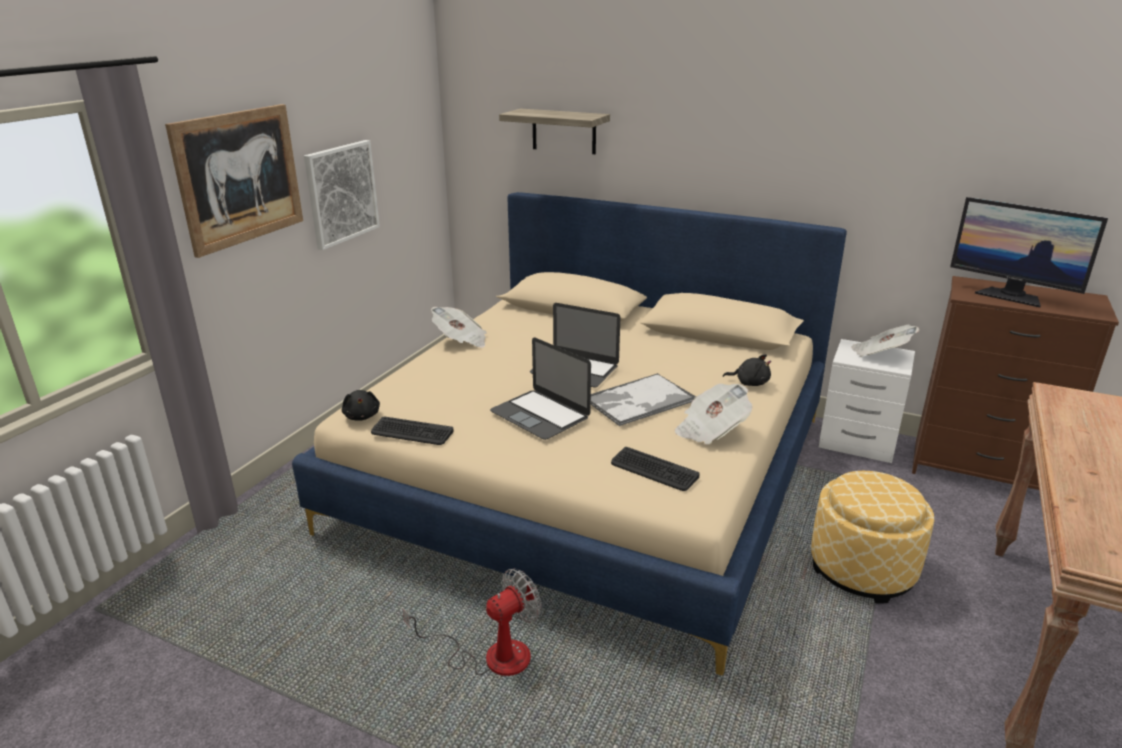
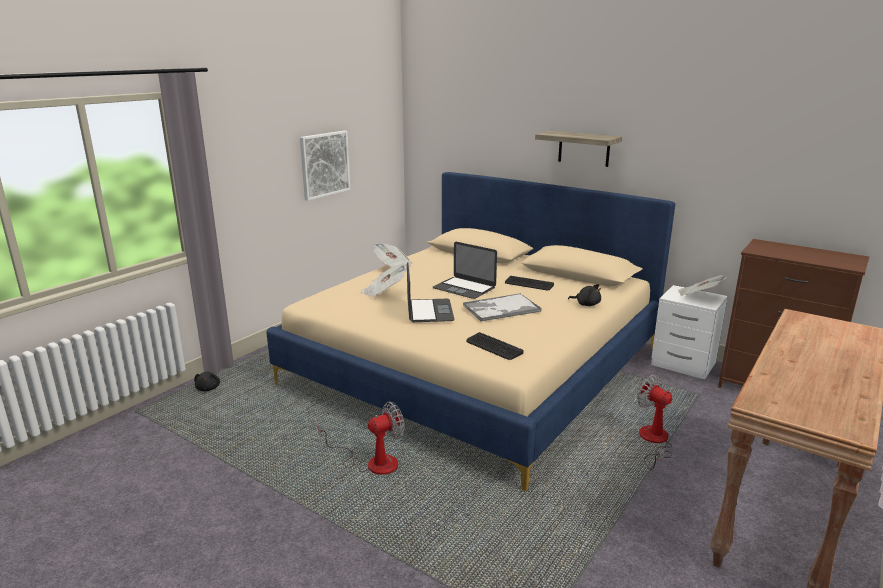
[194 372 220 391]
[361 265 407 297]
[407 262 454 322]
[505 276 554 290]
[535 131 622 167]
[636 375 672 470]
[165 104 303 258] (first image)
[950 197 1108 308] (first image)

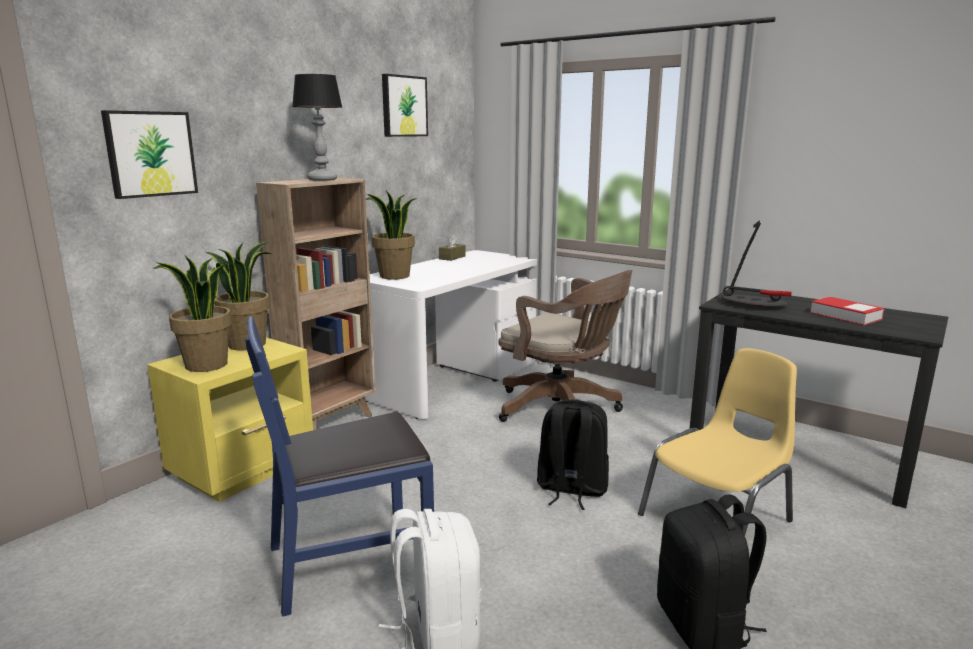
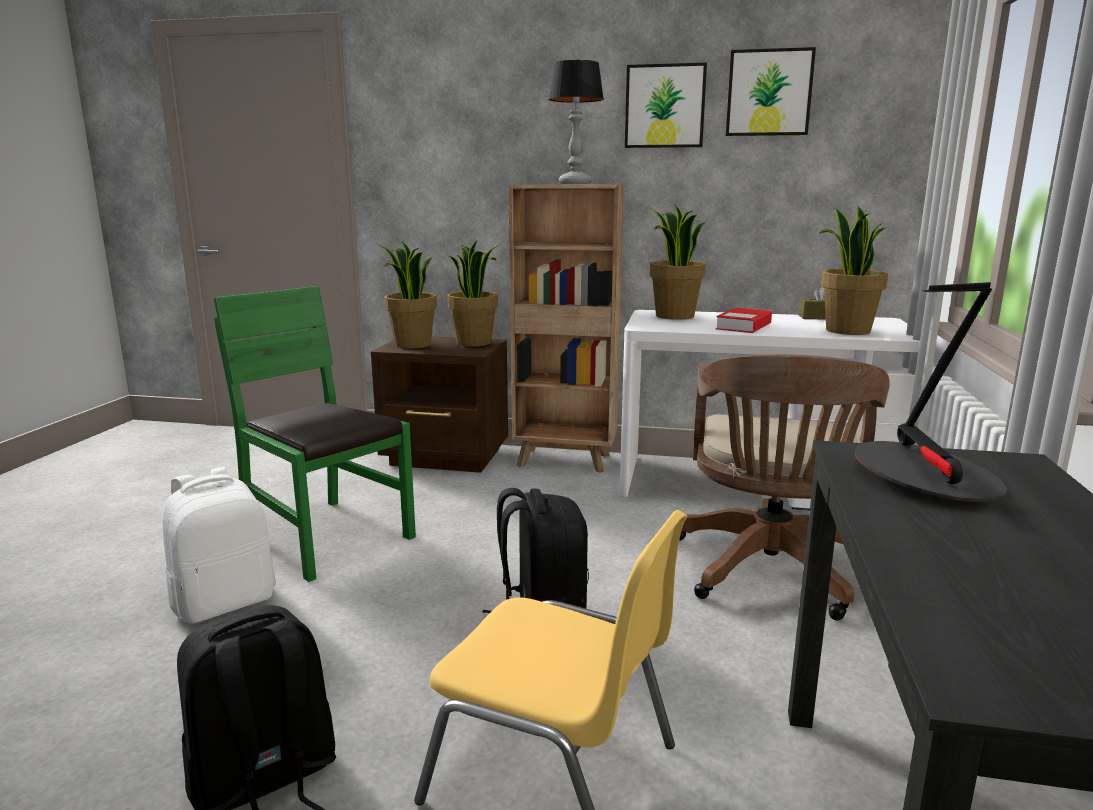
[214 286 416 582]
[371 336 508 473]
[625 63 707 148]
[716 308 772 333]
[819 206 888 335]

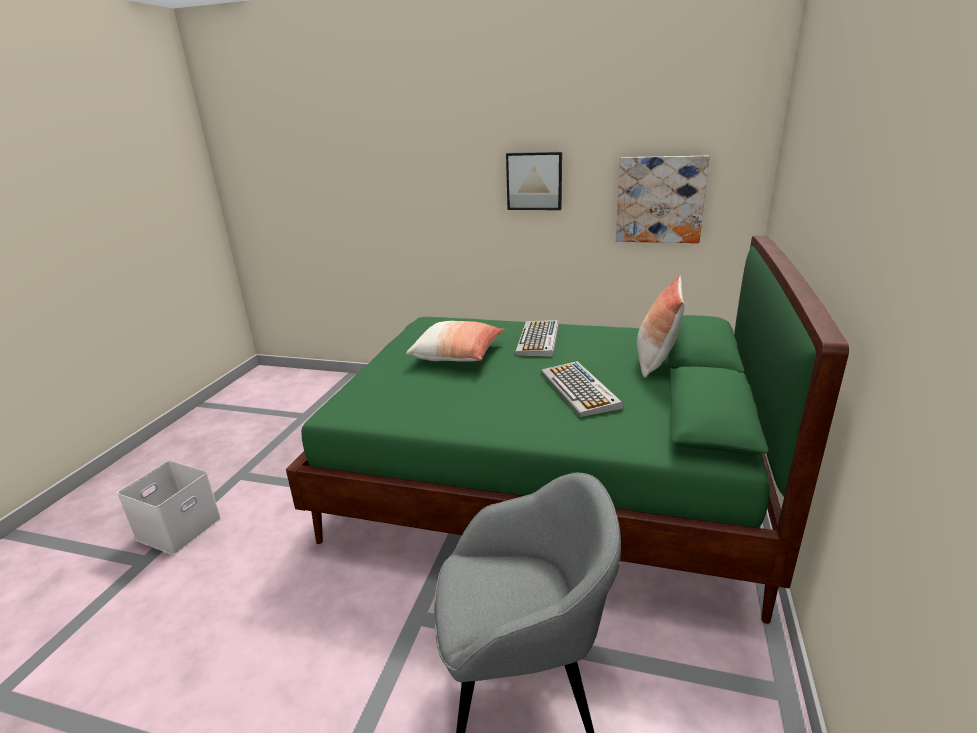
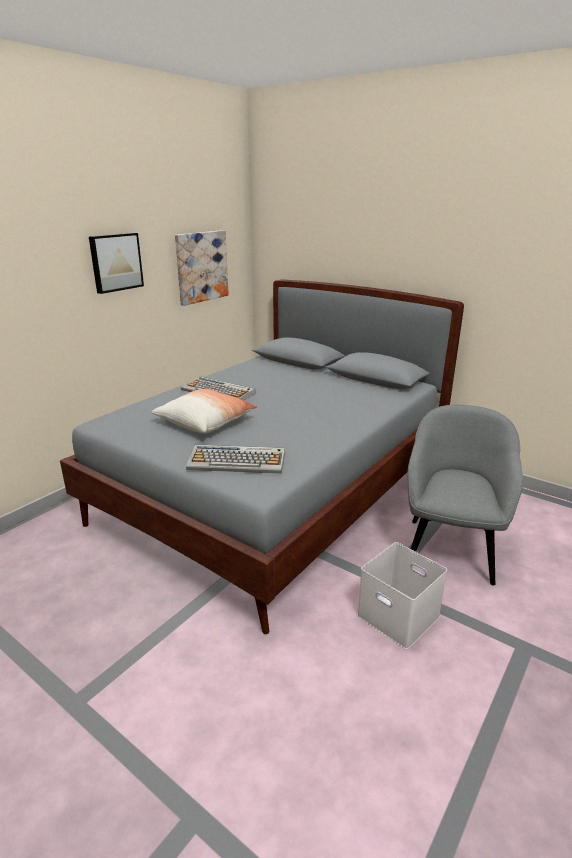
[60 279 464 634]
[186 445 285 474]
[357 542 447 649]
[637 275 685 378] (first image)

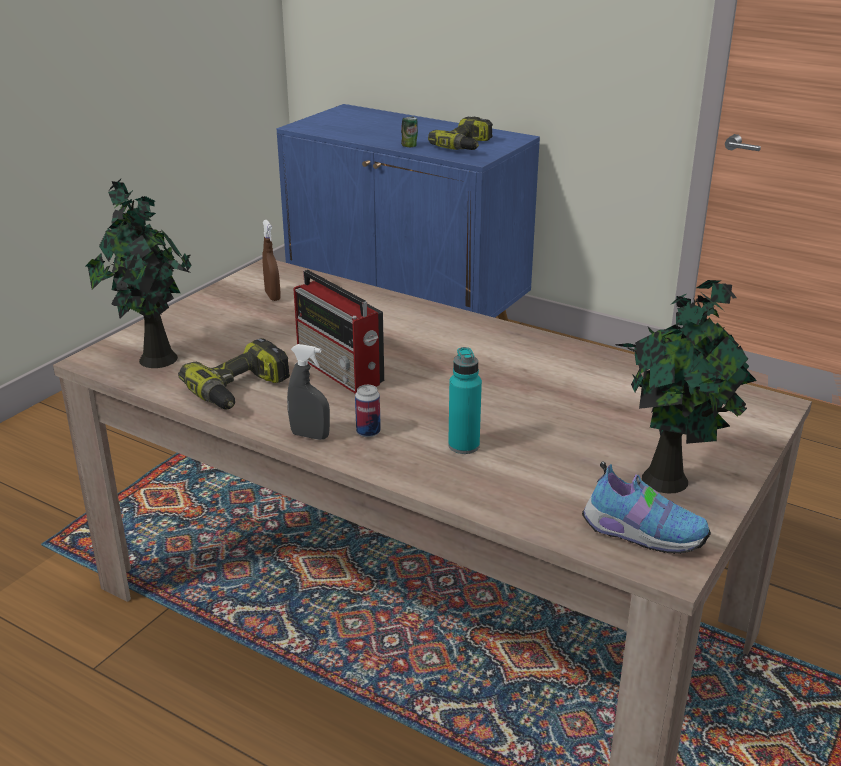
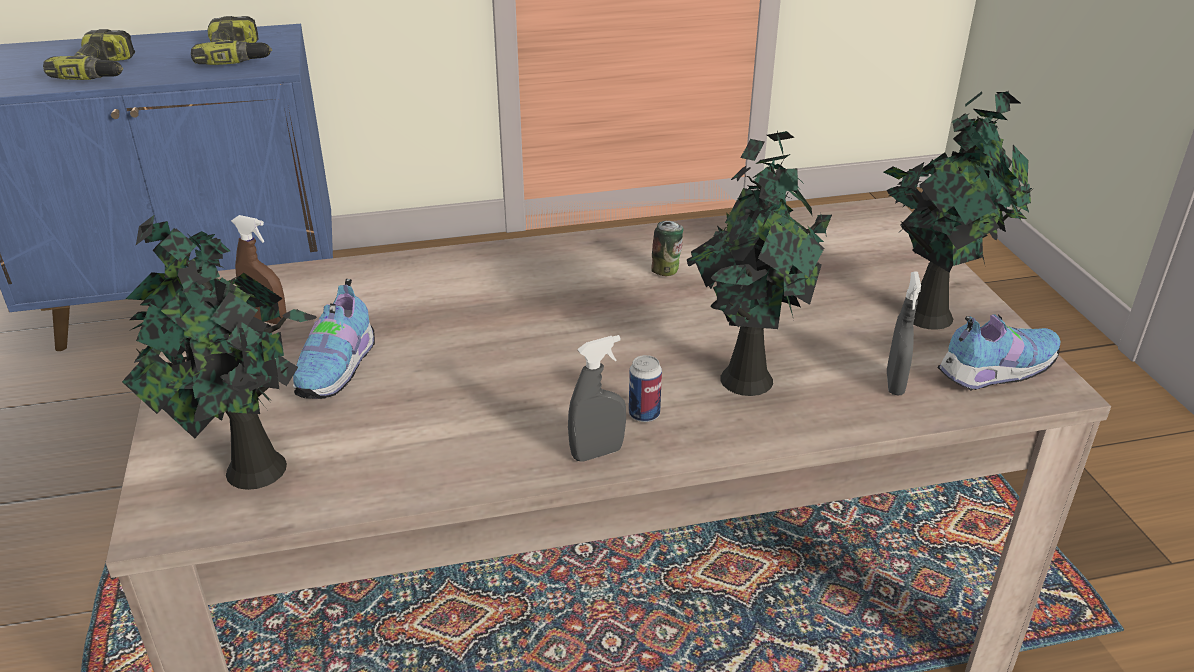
[43 29 135 80]
[293 279 375 399]
[651 221 683 276]
[687 131 832 396]
[887 272 921 395]
[294 270 384 394] (first image)

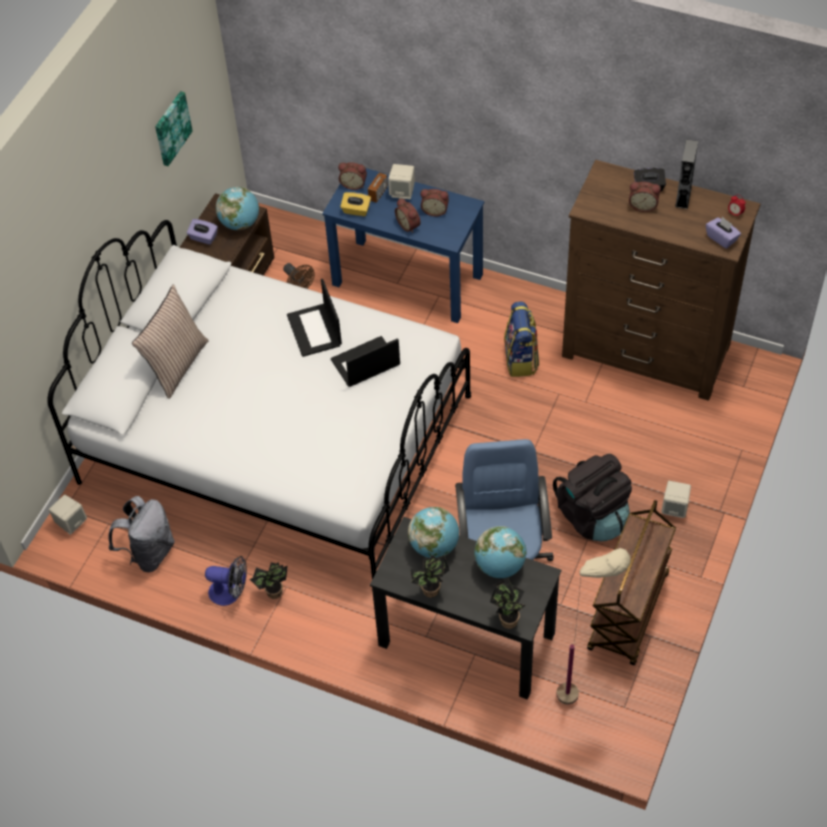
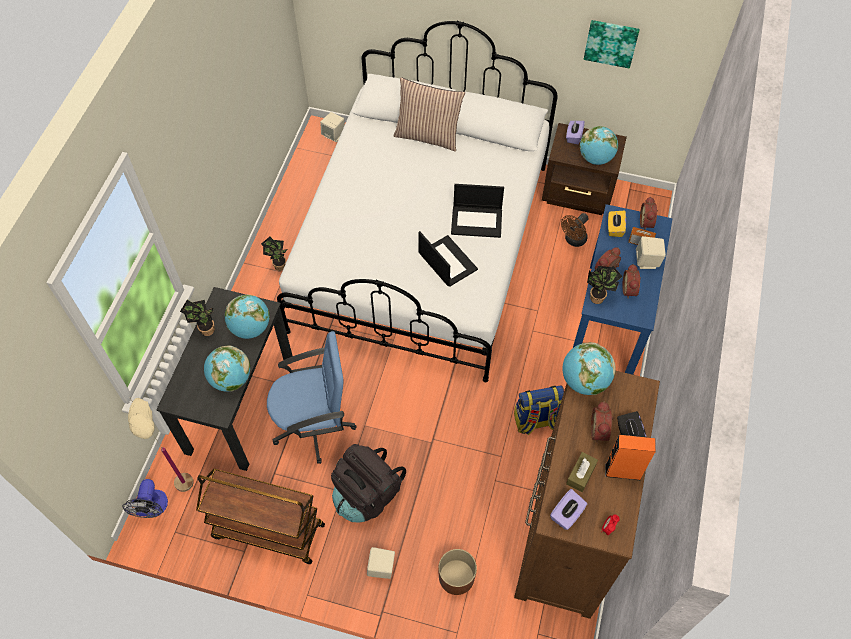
[122 479 168 518]
[438 549 477 595]
[451 184 504 238]
[562 342 616 395]
[566 452 598 492]
[587 266 623 304]
[605 435 656 480]
[108 496 175 572] (first image)

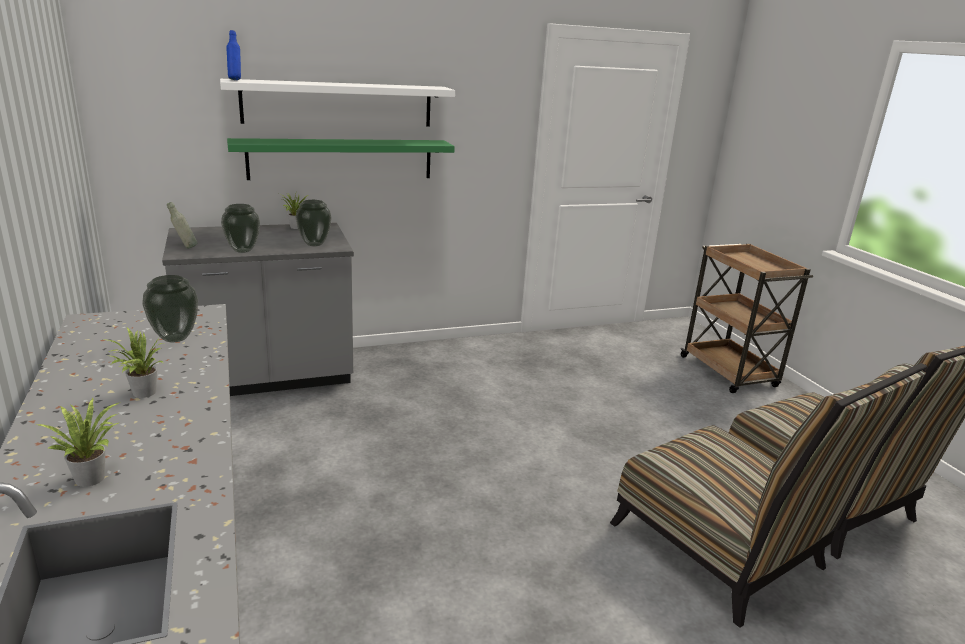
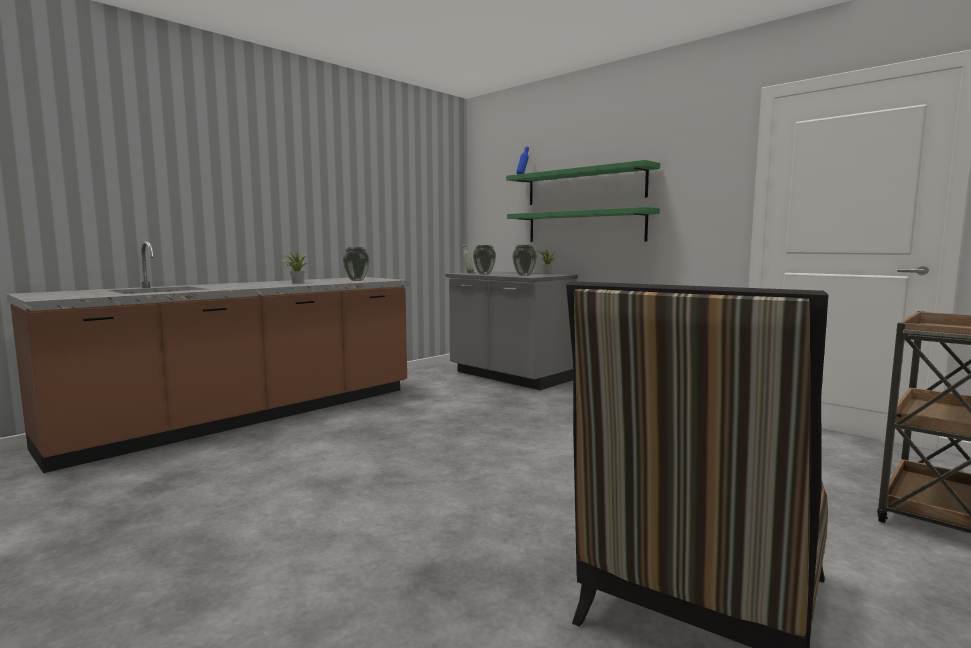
[506 160 660 205]
[37 398 121 487] (first image)
[610 363 928 628] (first image)

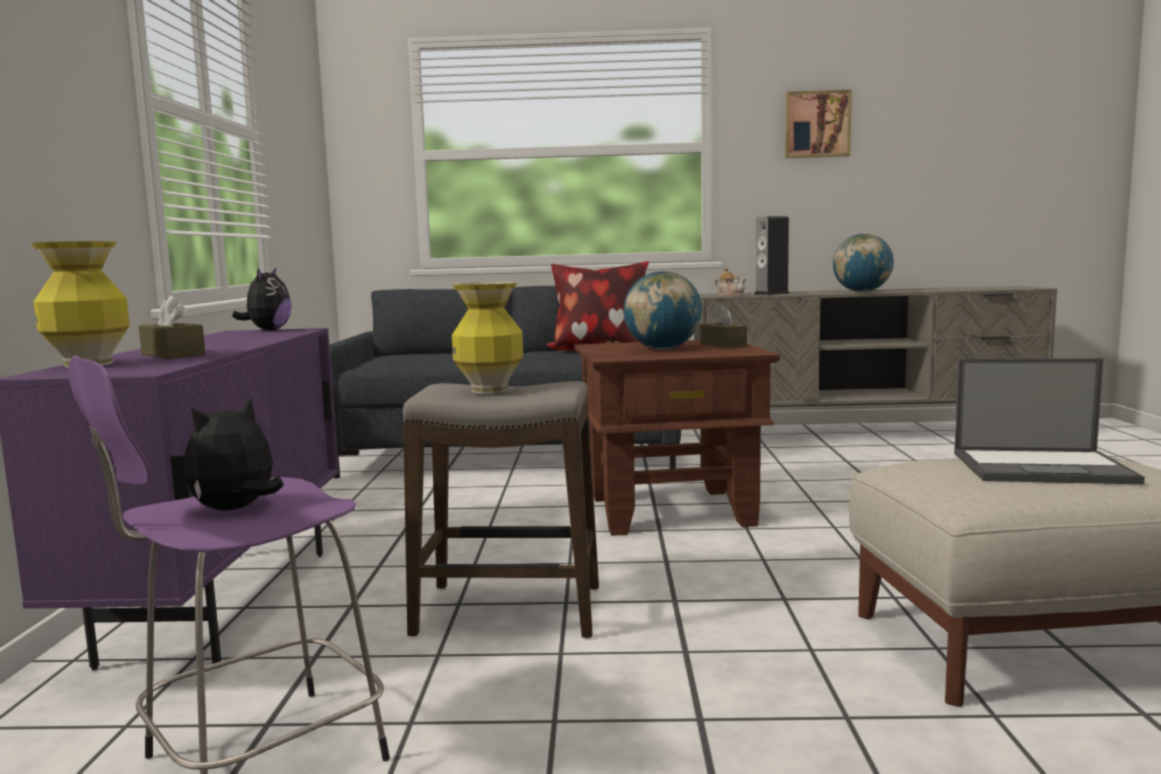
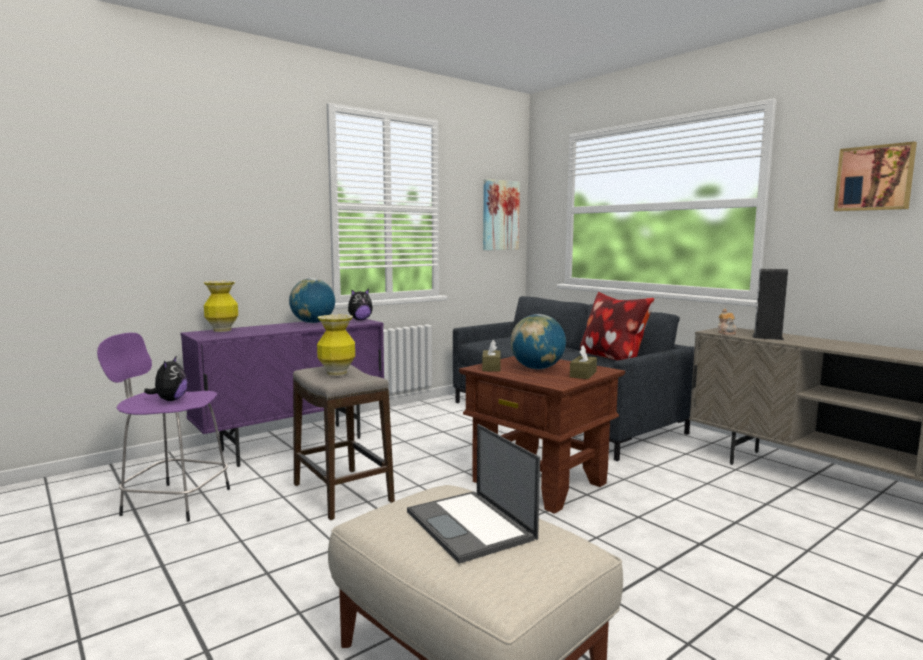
[144 357 188 401]
[289 278 335 323]
[482 340 501 372]
[483 179 520 250]

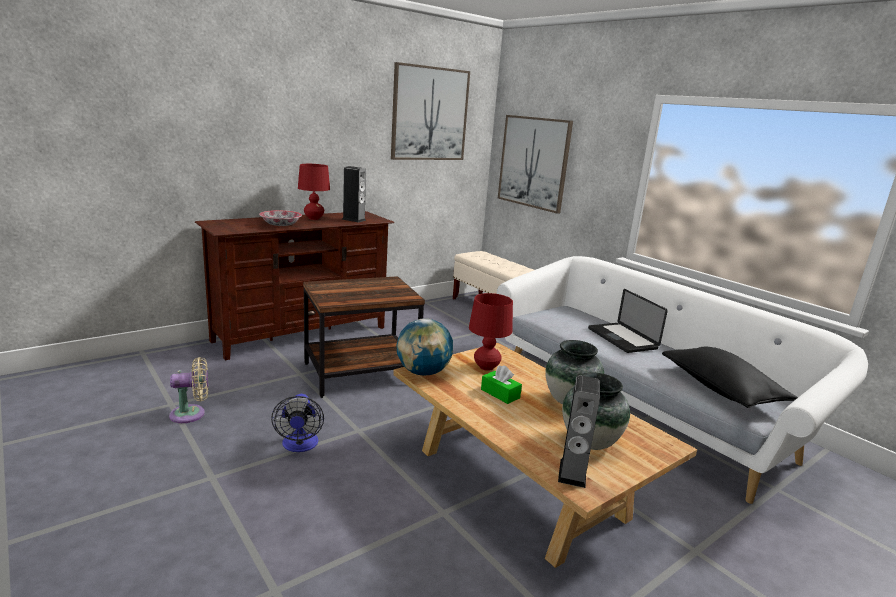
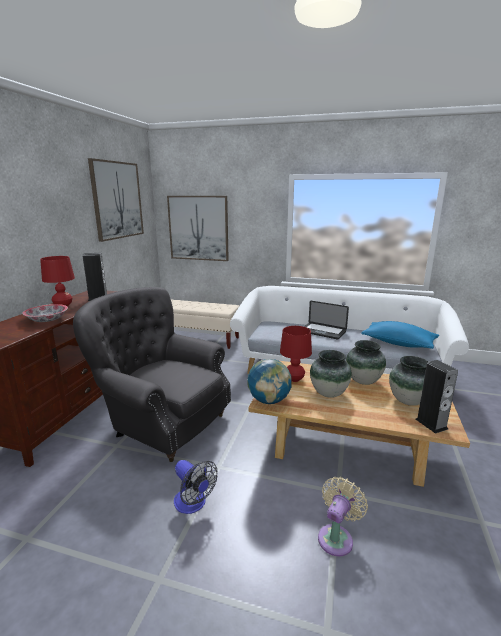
[73 287 231 462]
[310 350 352 398]
[318 477 368 557]
[361 321 439 349]

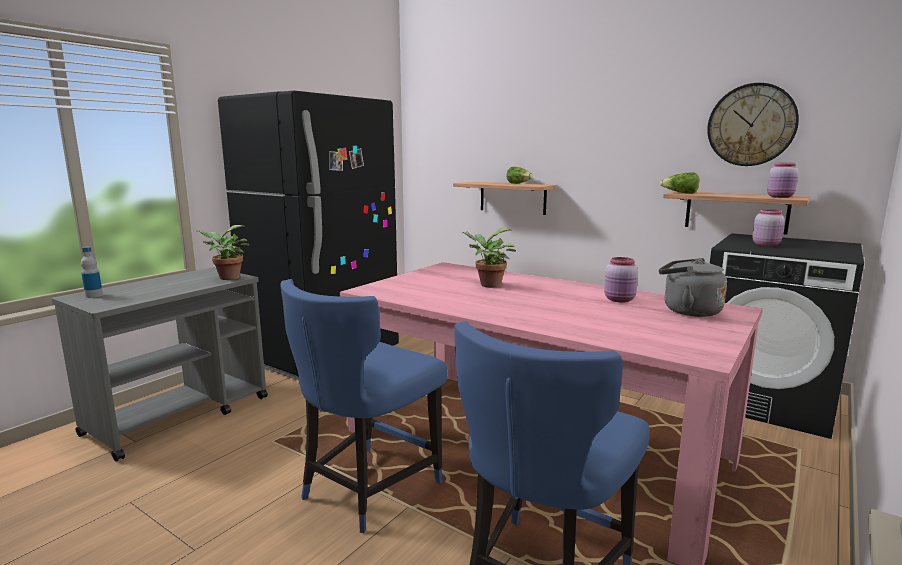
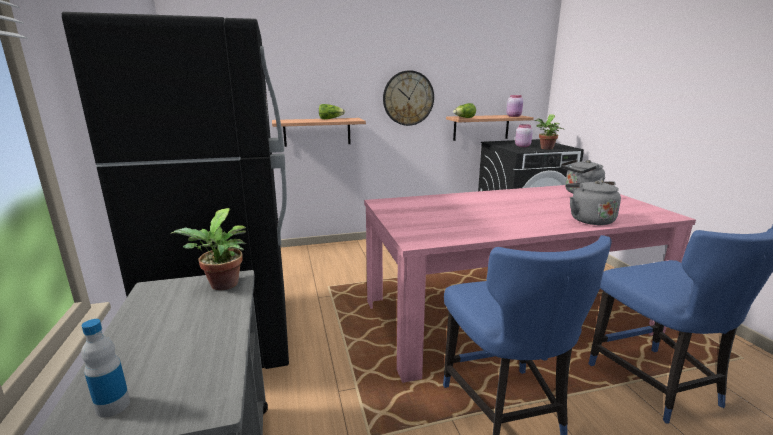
[383 70 434 126]
[534 114 564 149]
[566 180 621 225]
[604 257 638 303] (first image)

